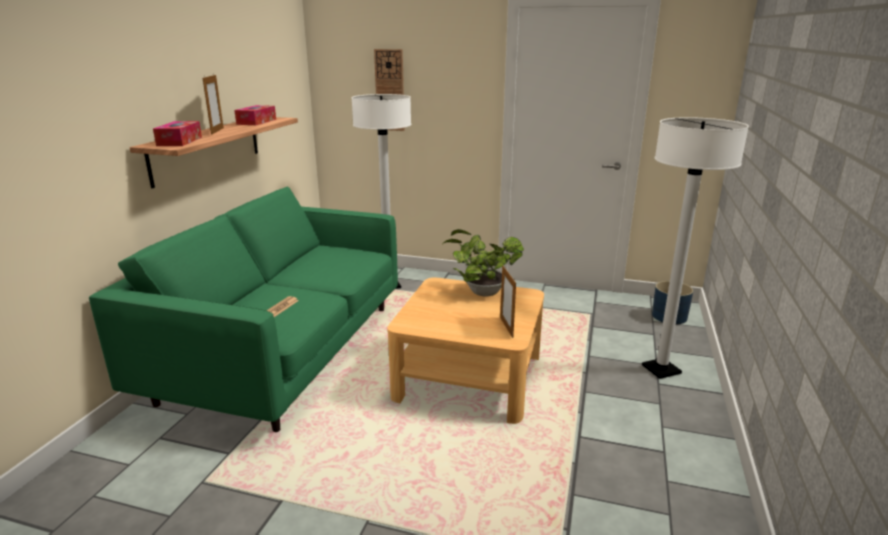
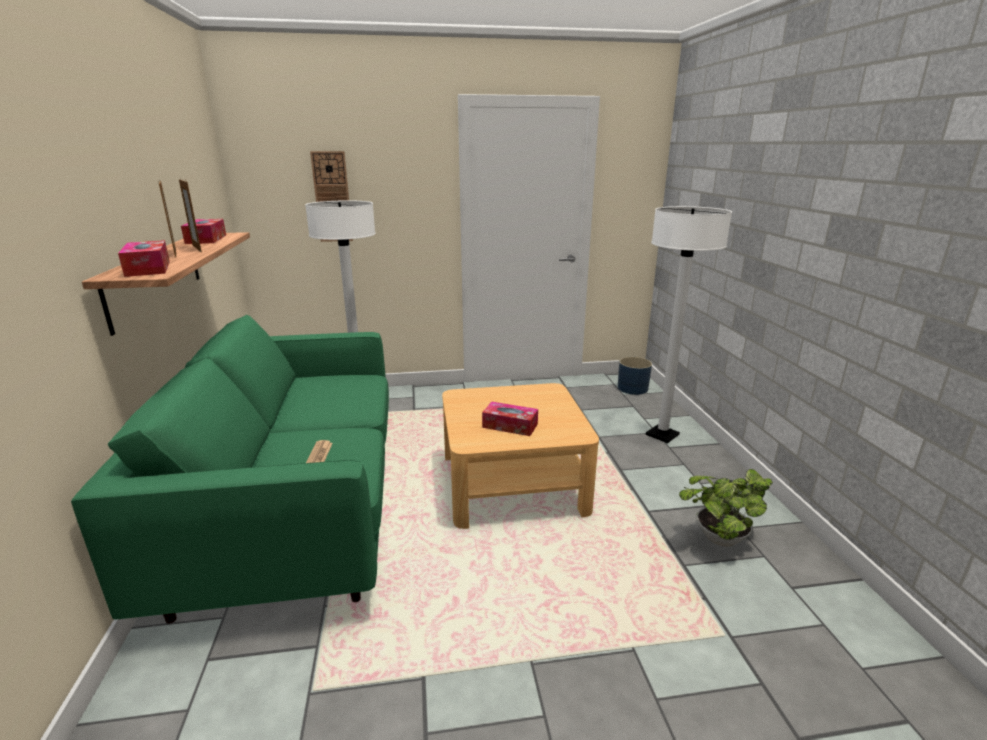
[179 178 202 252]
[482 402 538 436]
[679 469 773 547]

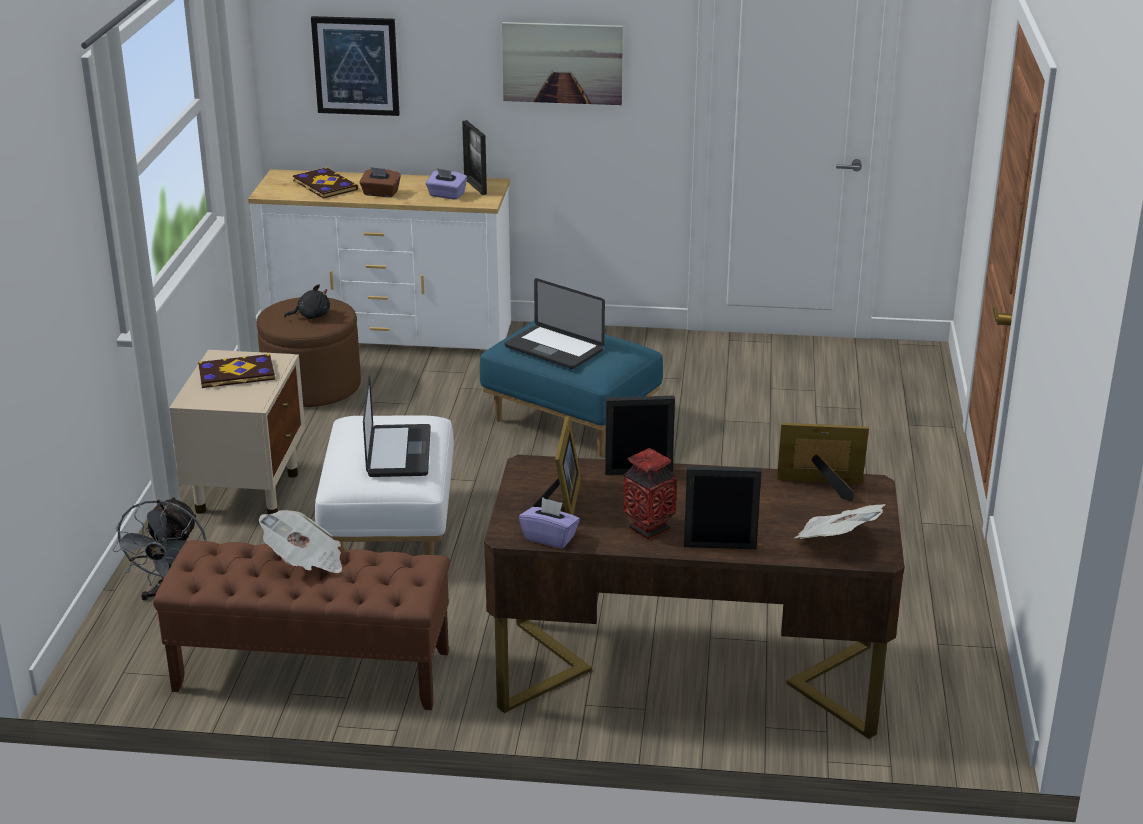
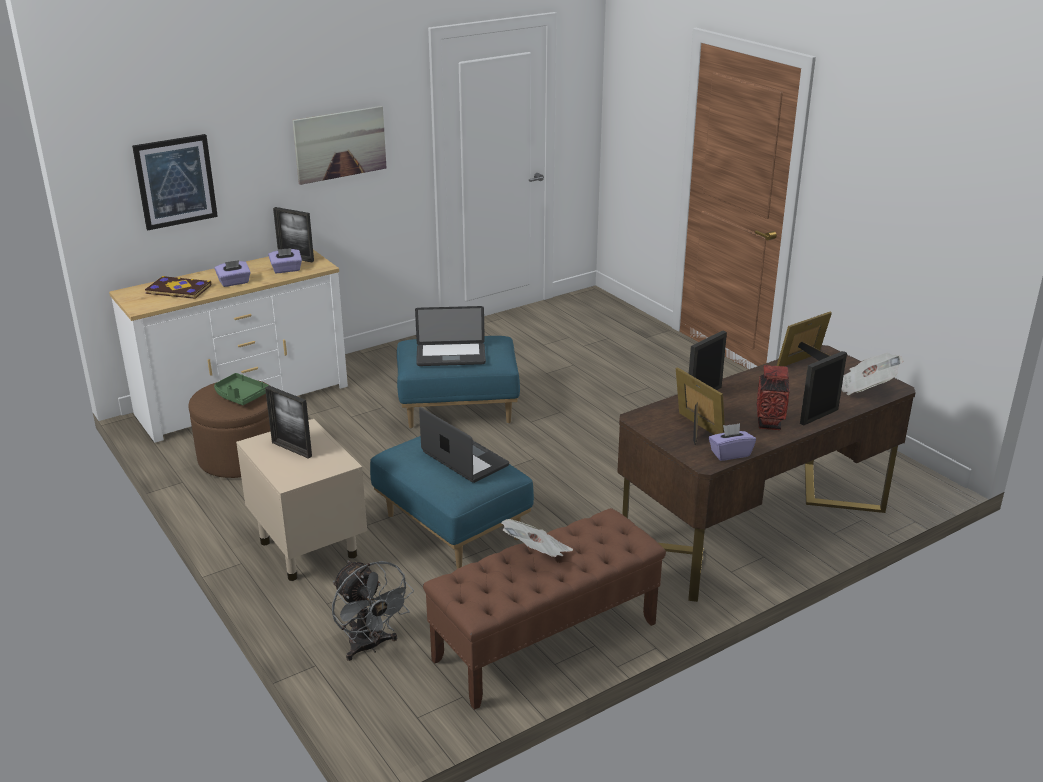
[214 373 269 405]
[215 260 251 287]
[265 386 312 459]
[370 436 534 569]

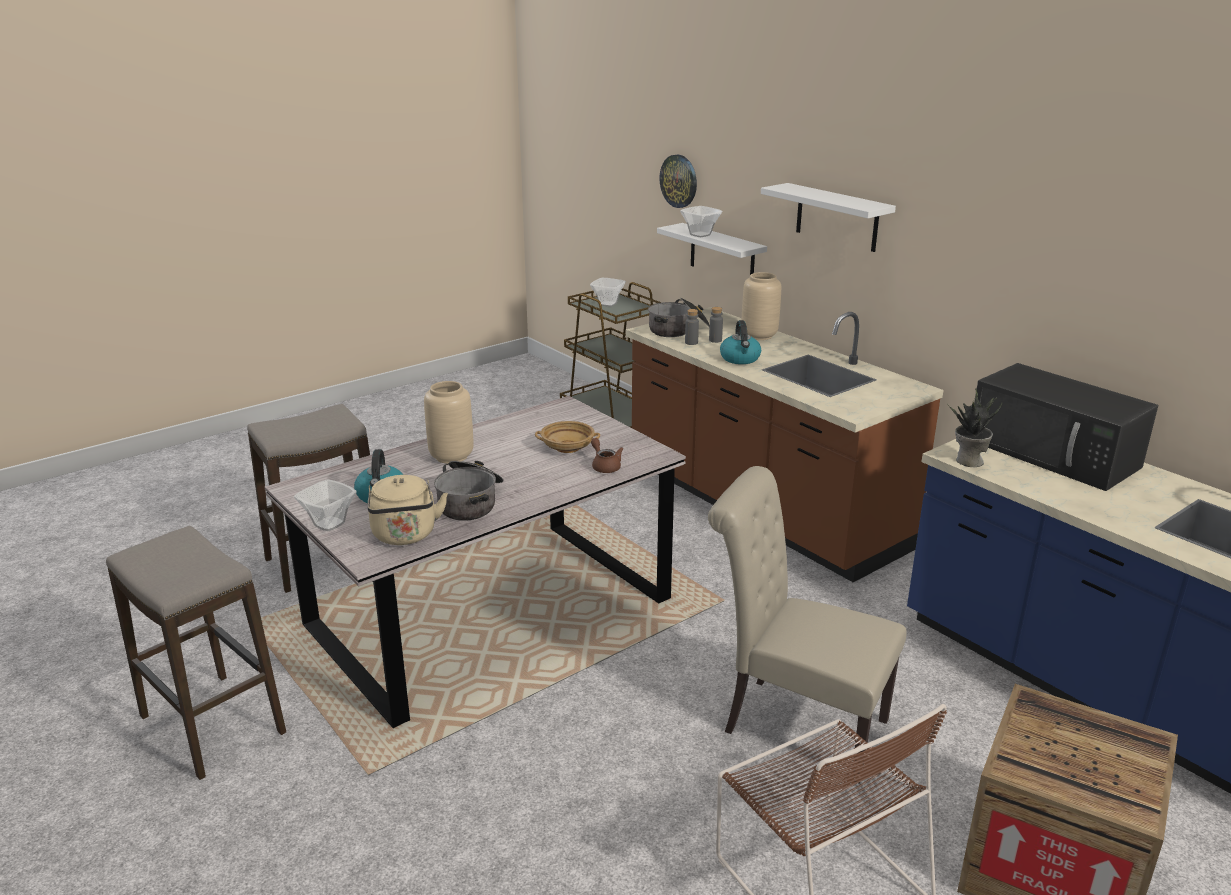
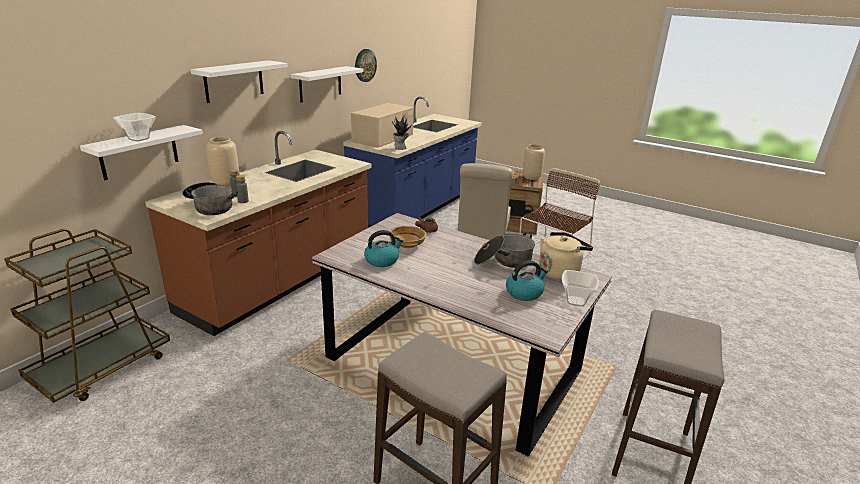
[291 66 363 102]
[351 103 414 148]
[355 49 377 82]
[364 230 403 267]
[522 144 545 180]
[590 278 626 307] (first image)

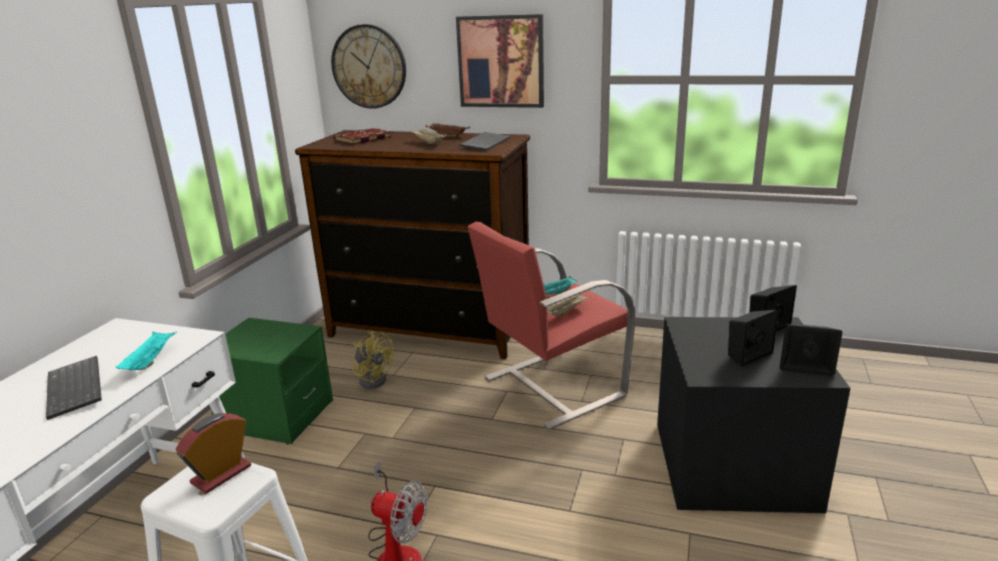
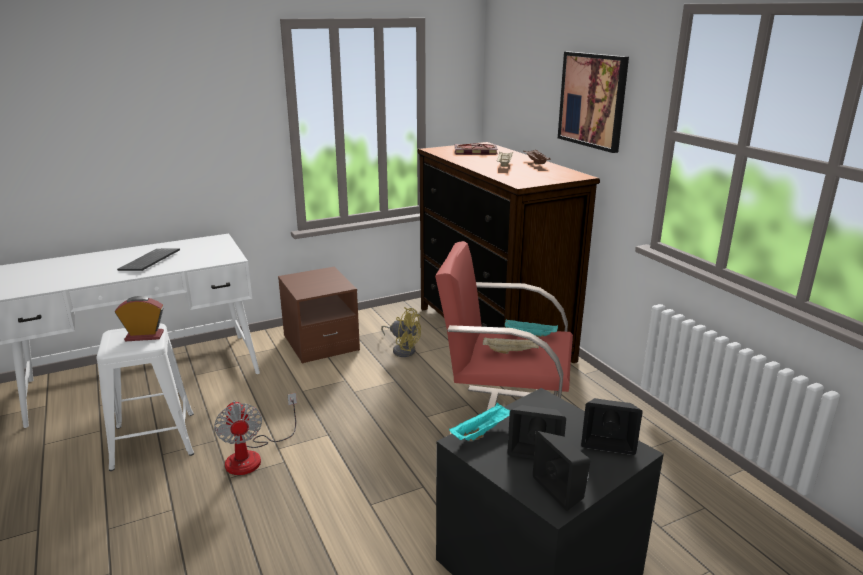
[278 267 360 364]
[381 307 421 357]
[449 403 510 441]
[331 24 406 109] (first image)
[459 132 511 151] (first image)

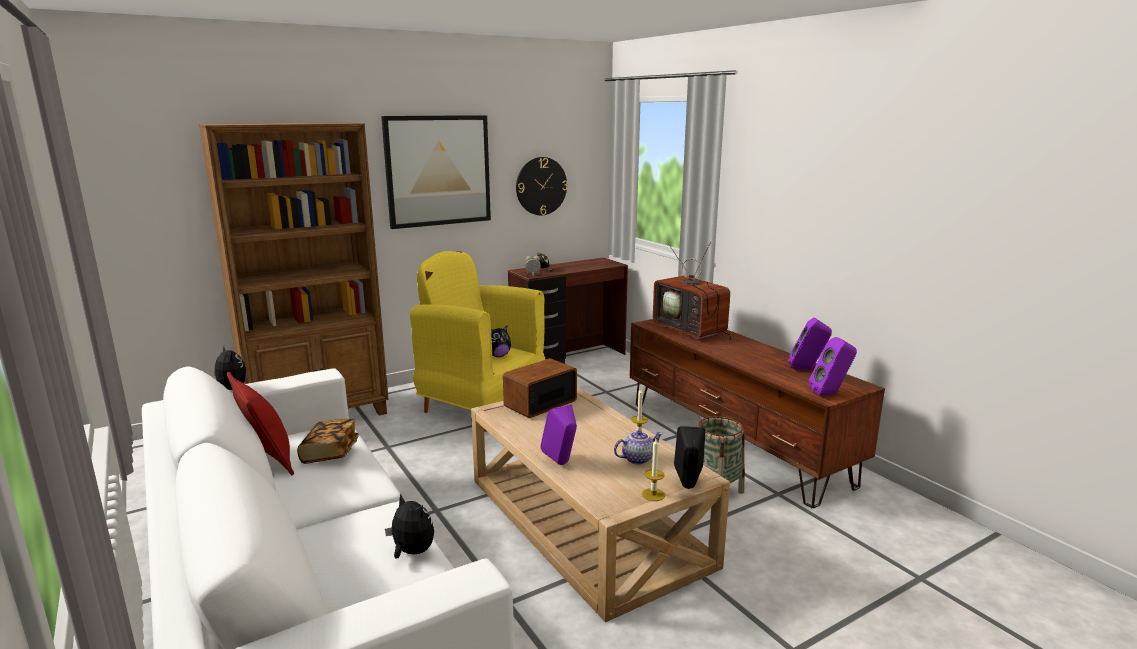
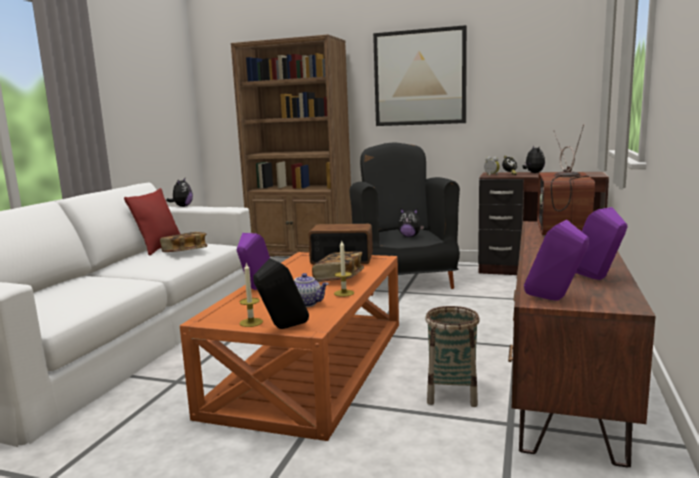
[180 252 399 441]
[312 251 364 282]
[349 142 460 296]
[522 145 545 173]
[516 157 568 215] (first image)

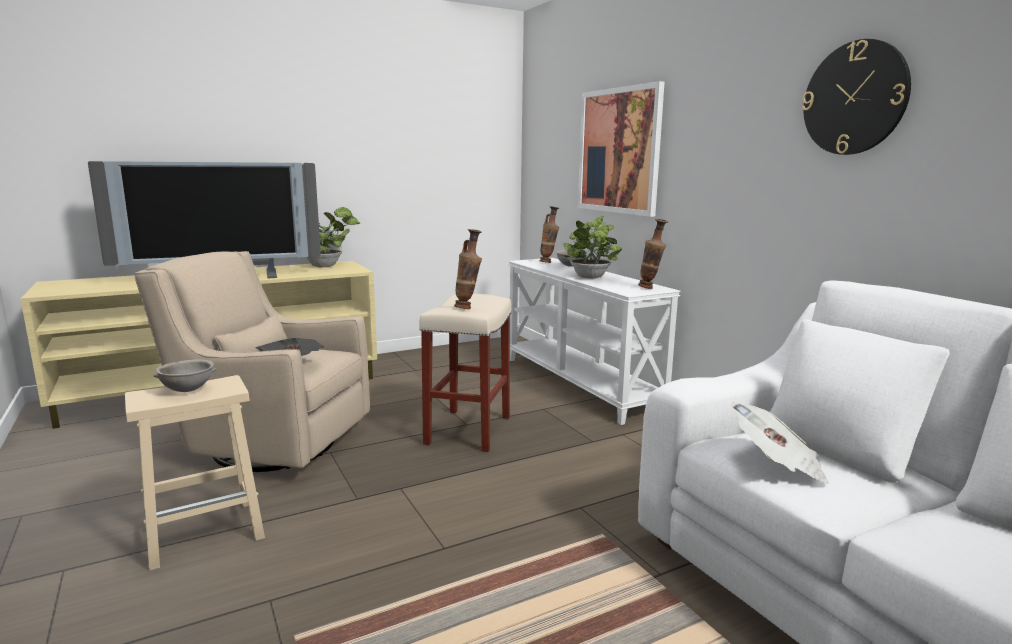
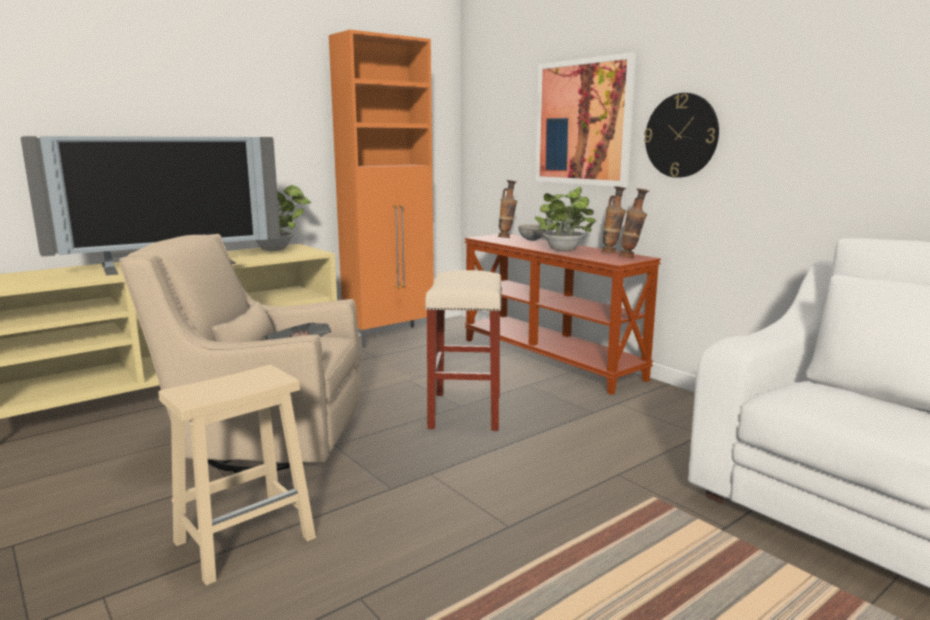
[329 30 434 348]
[465 234 661 395]
[601 186 626 253]
[644 93 719 178]
[153 359 216 392] (first image)
[731 402 829 484] (first image)

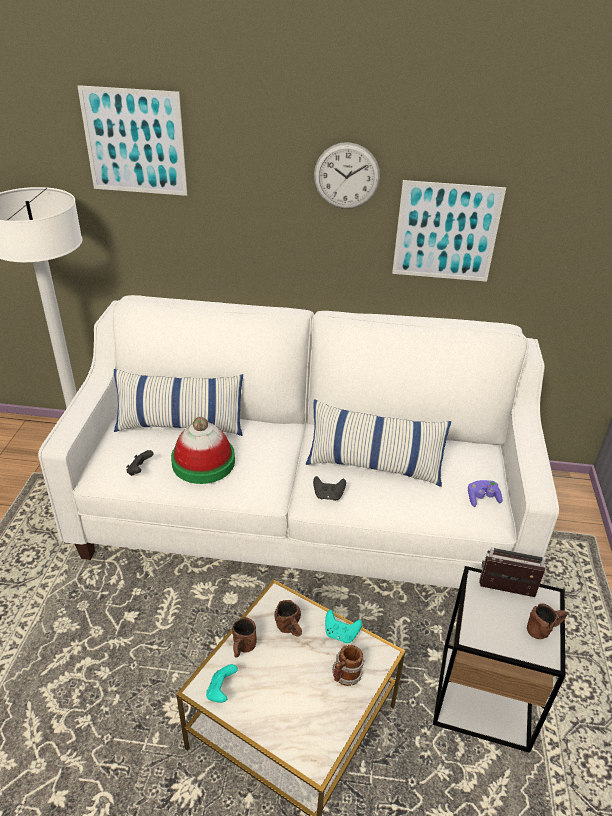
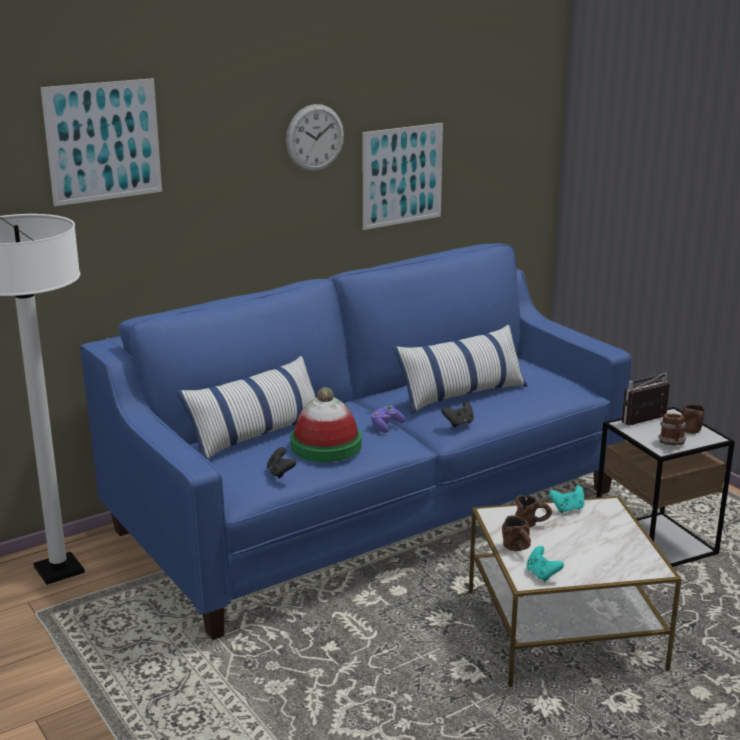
[80 243 632 640]
[371 406 405 433]
[658 414 686 445]

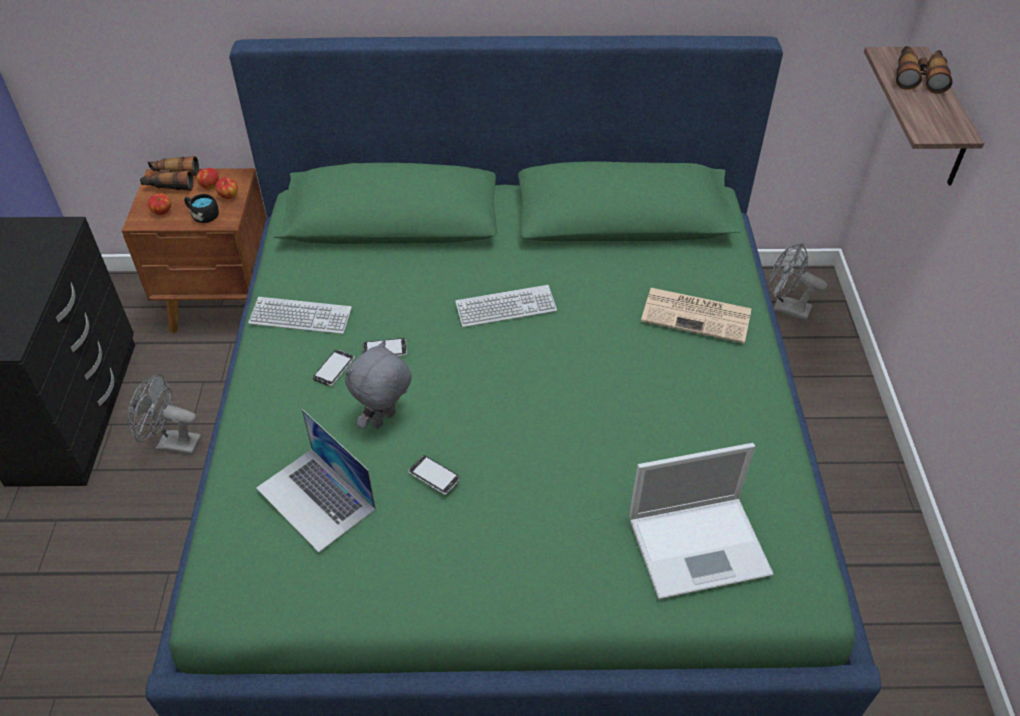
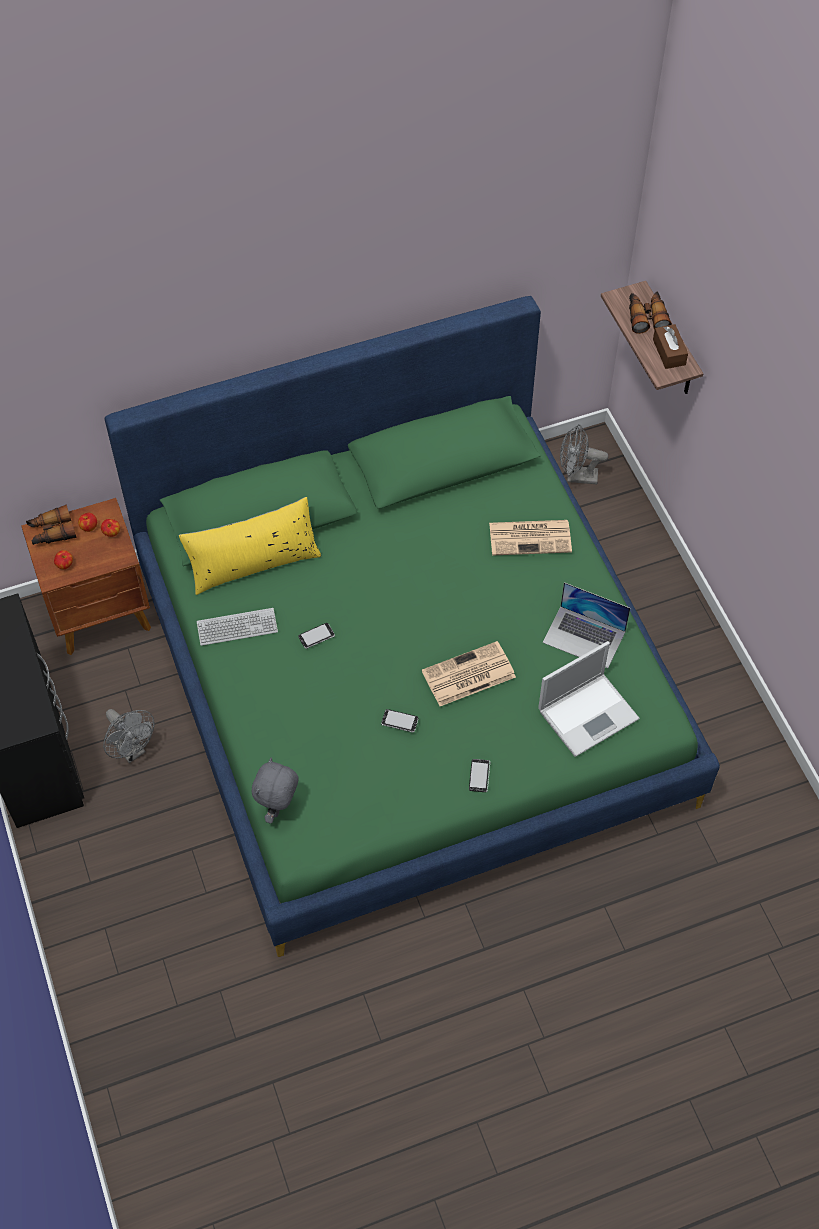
[103 709 154 763]
[179 497 321 595]
[252 757 299 824]
[422 641 516 706]
[469 759 490 792]
[542 582 630 669]
[653 324 688 369]
[184 194 219 223] (first image)
[455 285 557 327] (first image)

